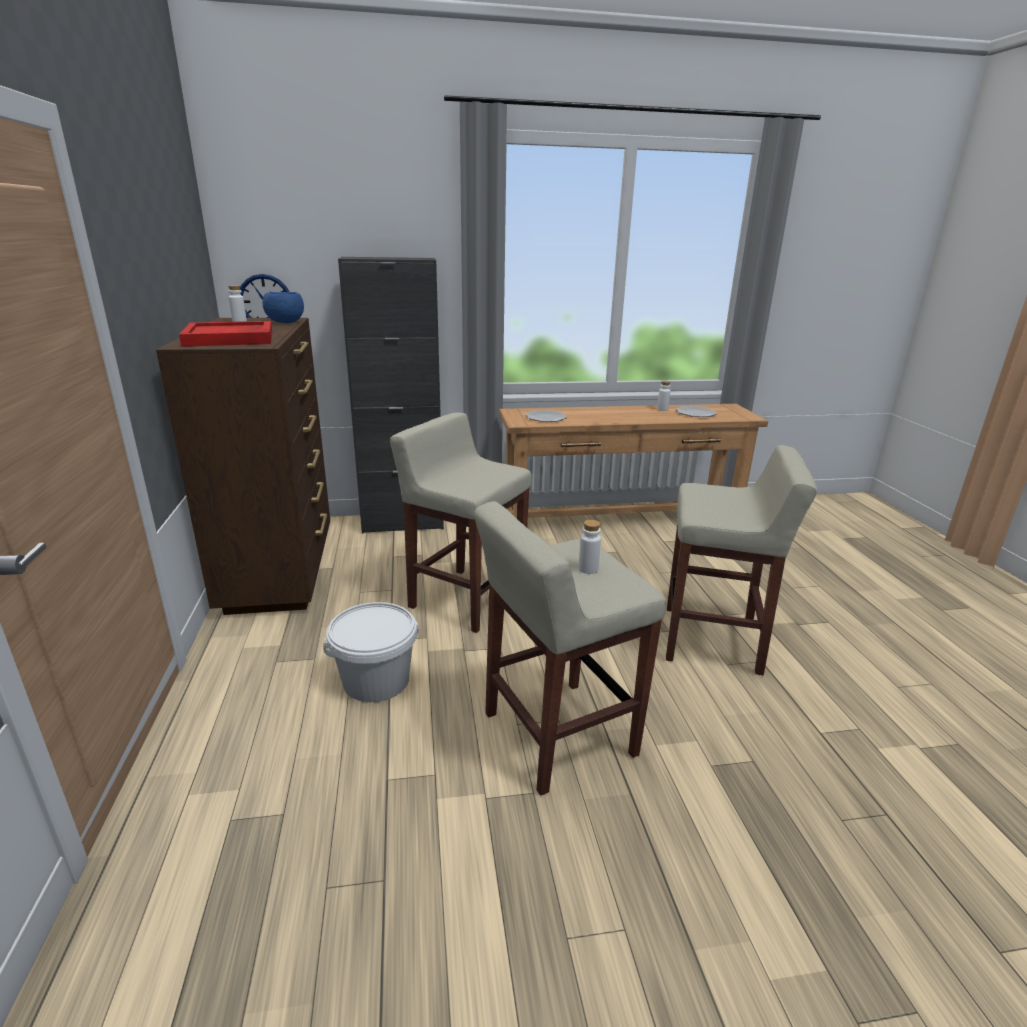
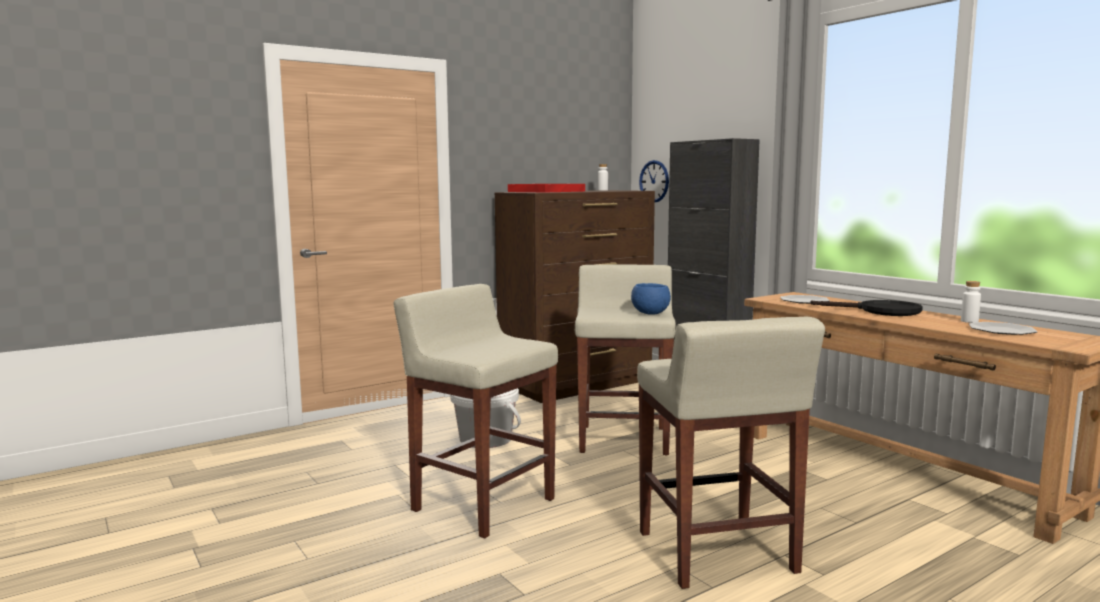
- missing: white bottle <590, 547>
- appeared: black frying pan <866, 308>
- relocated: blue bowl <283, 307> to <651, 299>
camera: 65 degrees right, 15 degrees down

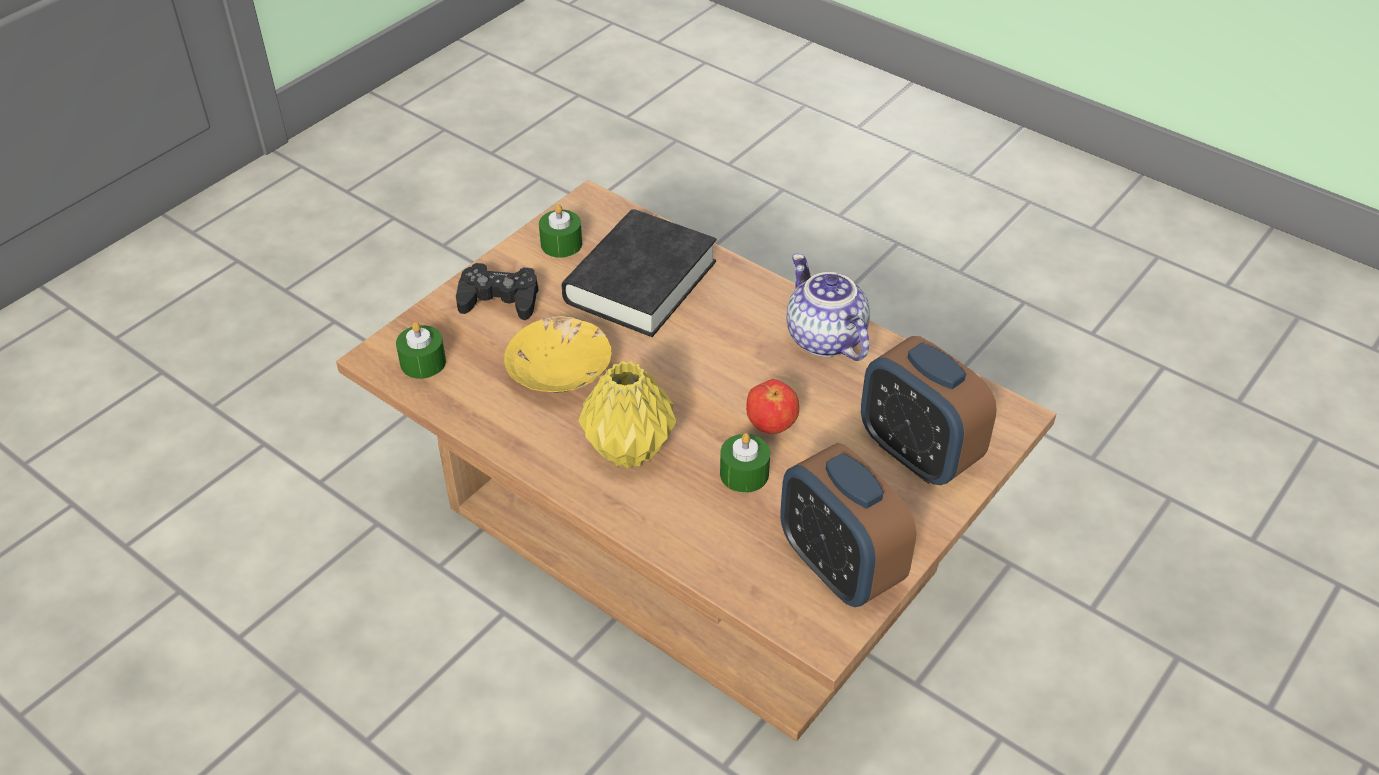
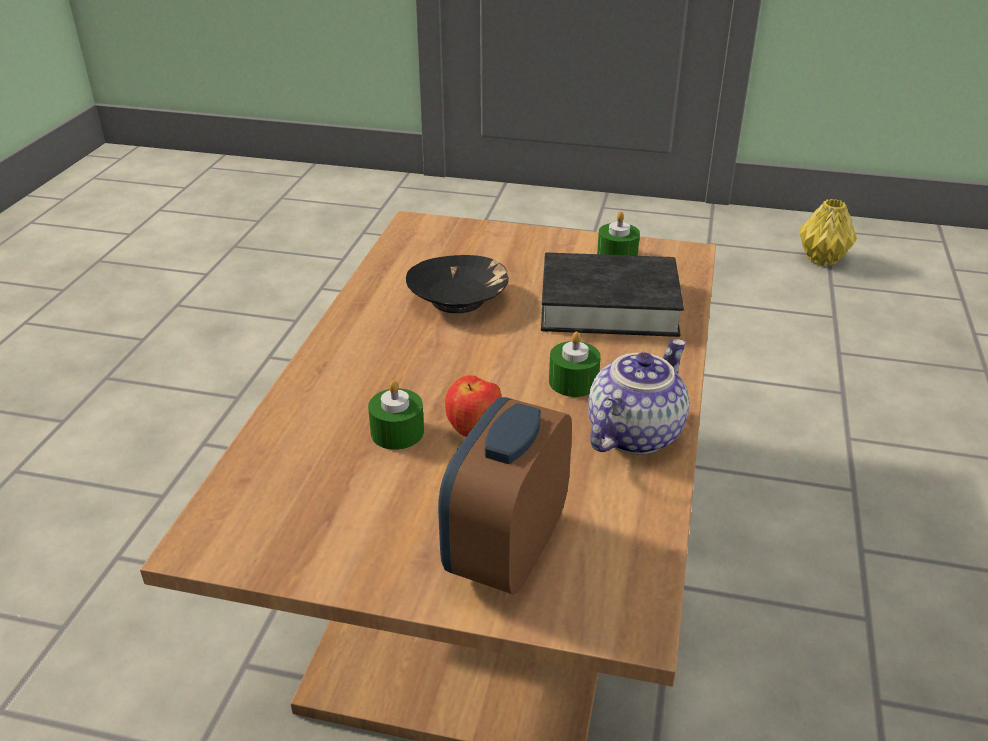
- missing: black game controller <497, 291>
- missing: alarm clock <848, 525>
- relocated: green candle <421, 350> to <575, 364>
- relocated: yellow vase <627, 415> to <828, 232>
- colour: yellow bowl <558, 354> to black bowl <457, 284>
camera: 65 degrees right, 10 degrees down

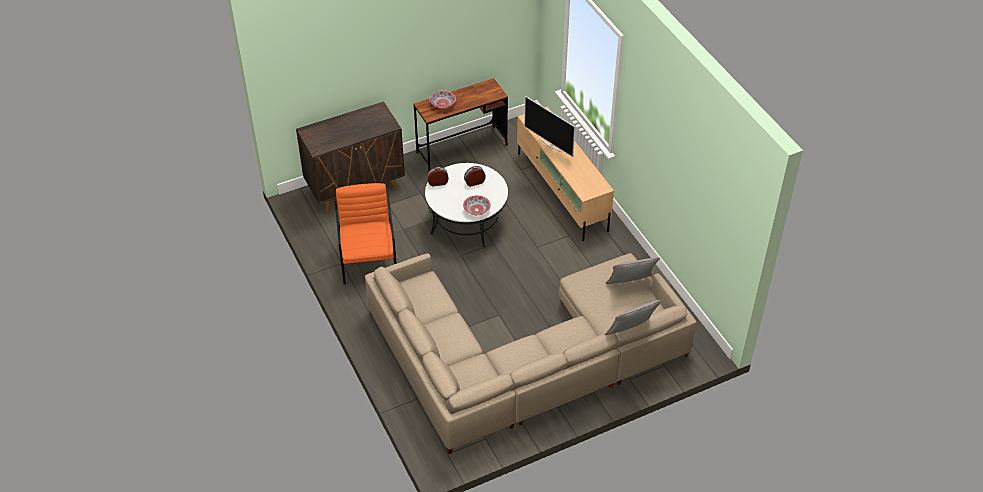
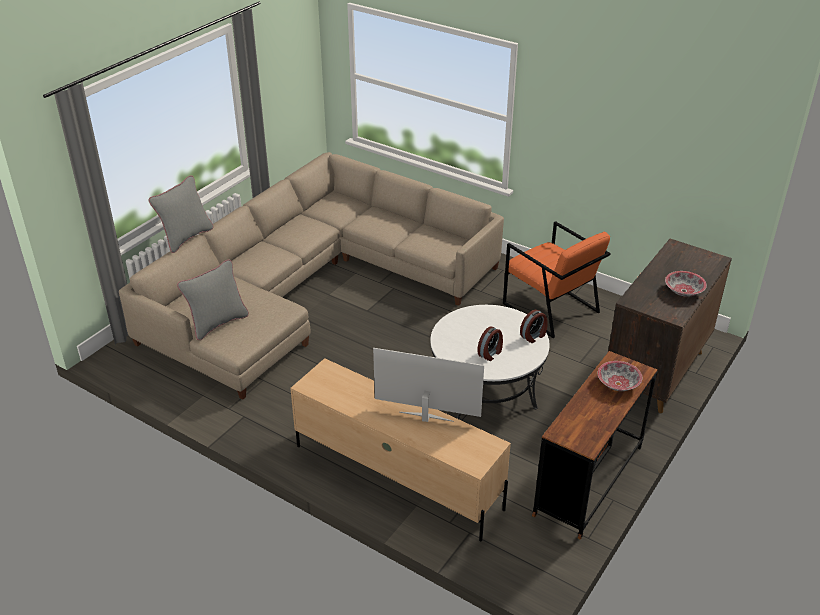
- relocated: bowl <477, 205> to <686, 284>
camera: 150 degrees right, 10 degrees down

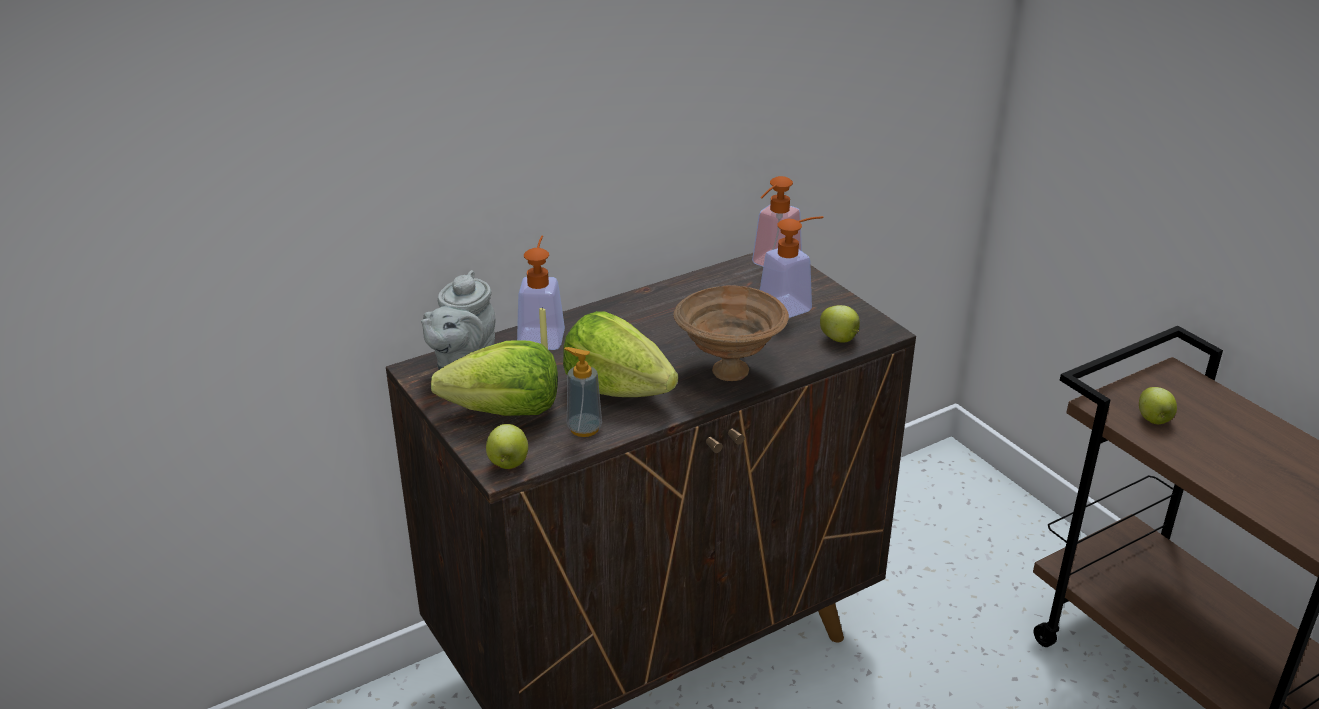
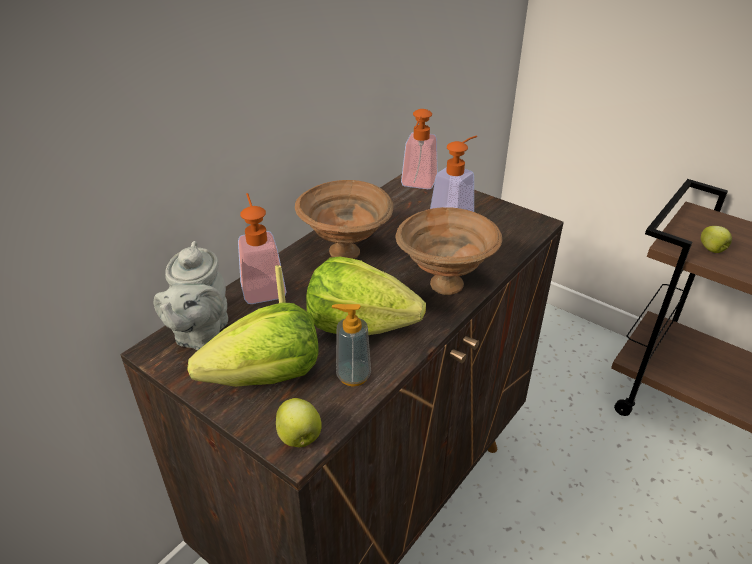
- missing: apple <840, 324>
- appeared: brown bowl <344, 219>
camera: 20 degrees left, 5 degrees up

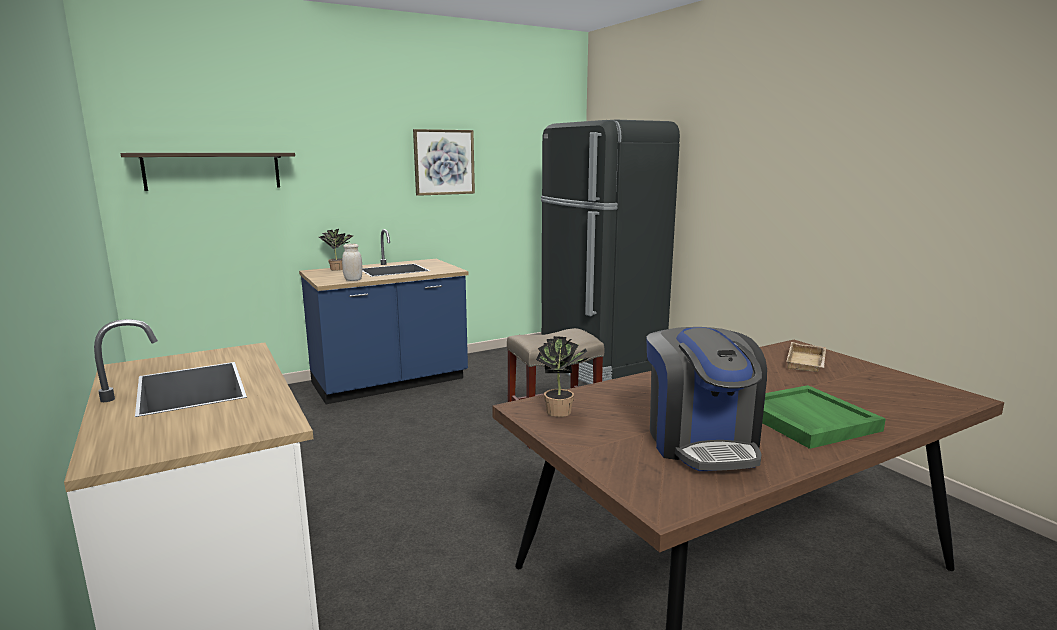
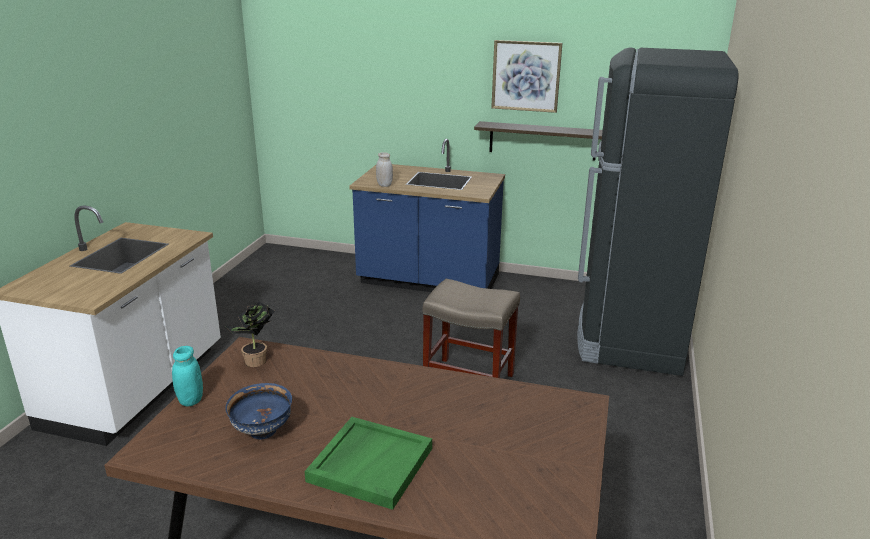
- missing: potted plant <336, 250>
- missing: beige tray <806, 357>
- appeared: turquoise jar <187, 376>
- relocated: shelf <208, 172> to <538, 141>
- exchanged: coffee machine <706, 399> to blue bowl <258, 411>
camera: 45 degrees right, 10 degrees up

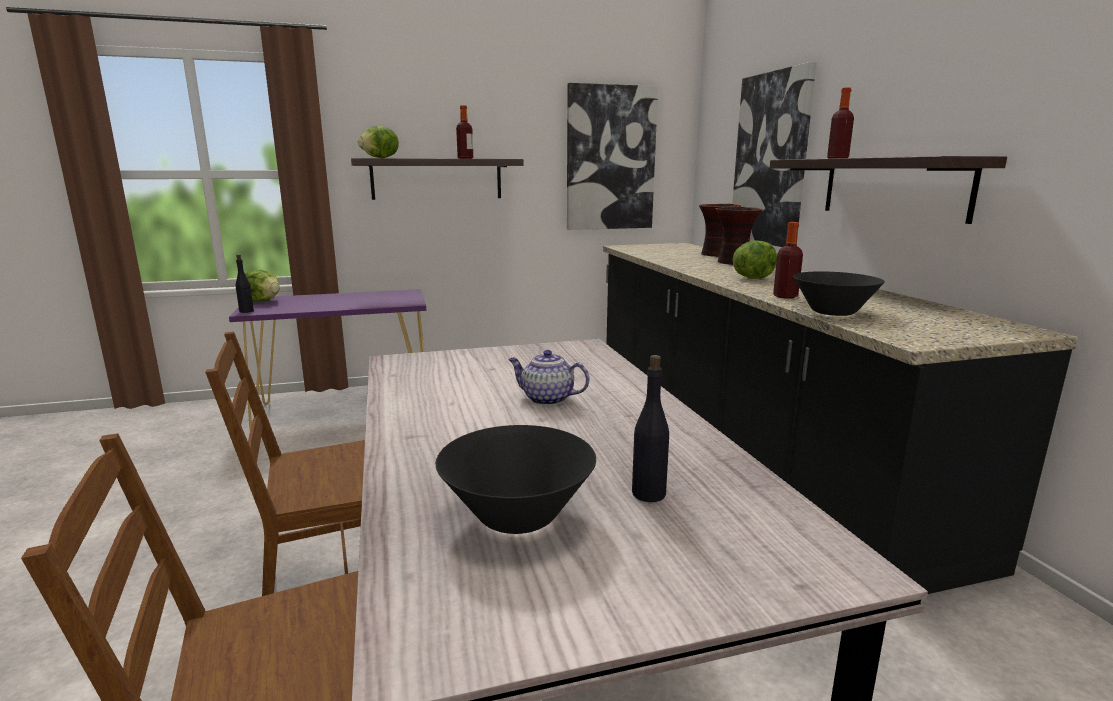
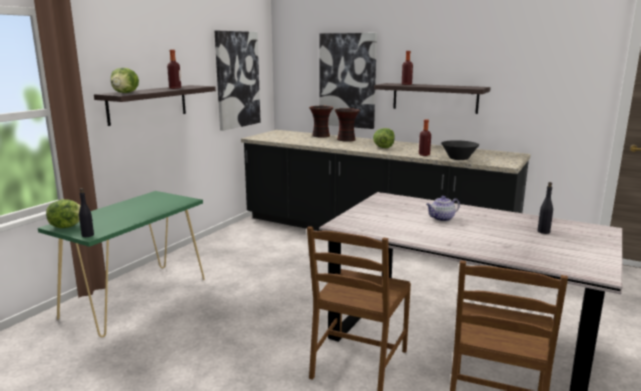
- missing: black bowl <516, 479>
- colour: purple console table <327, 359> to green console table <121, 264>
camera: 45 degrees left, 0 degrees up

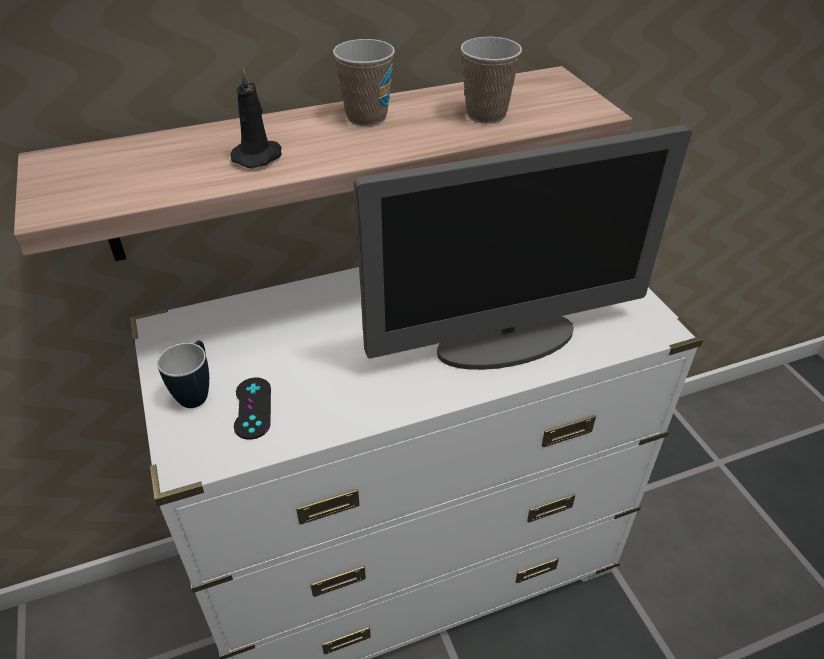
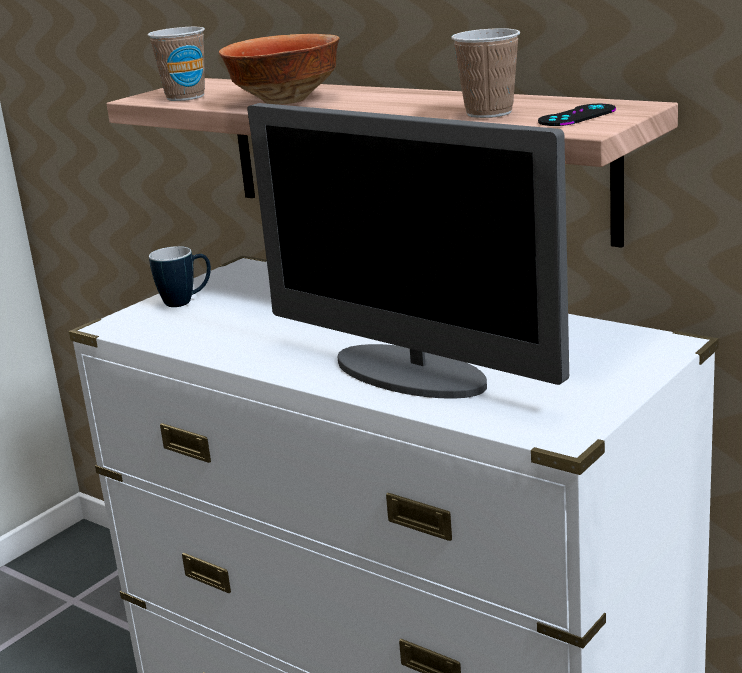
- relocated: black game controller <252, 409> to <577, 115>
- relocated: cup <364, 82> to <176, 64>
- exchanged: black candle <256, 118> to bowl <279, 69>
camera: 60 degrees right, 20 degrees down

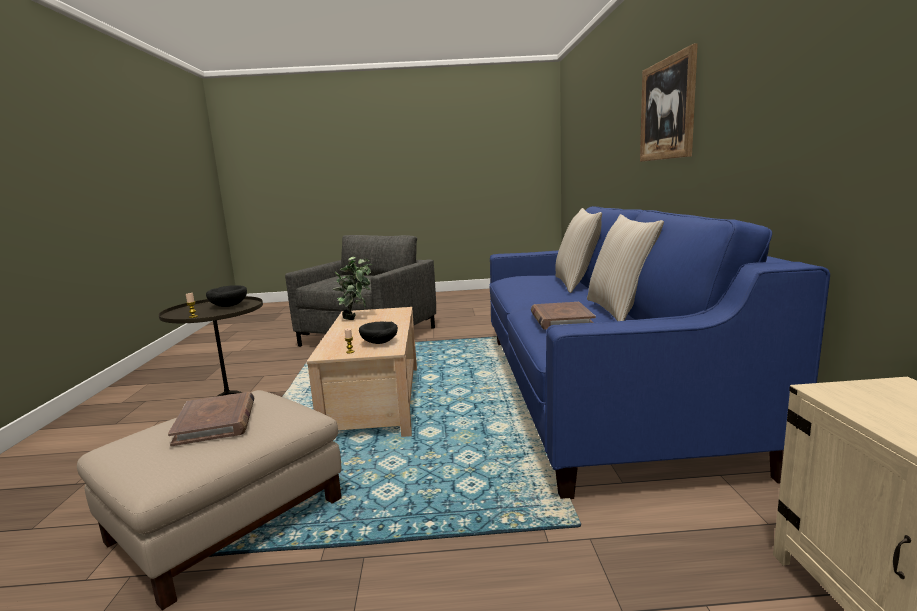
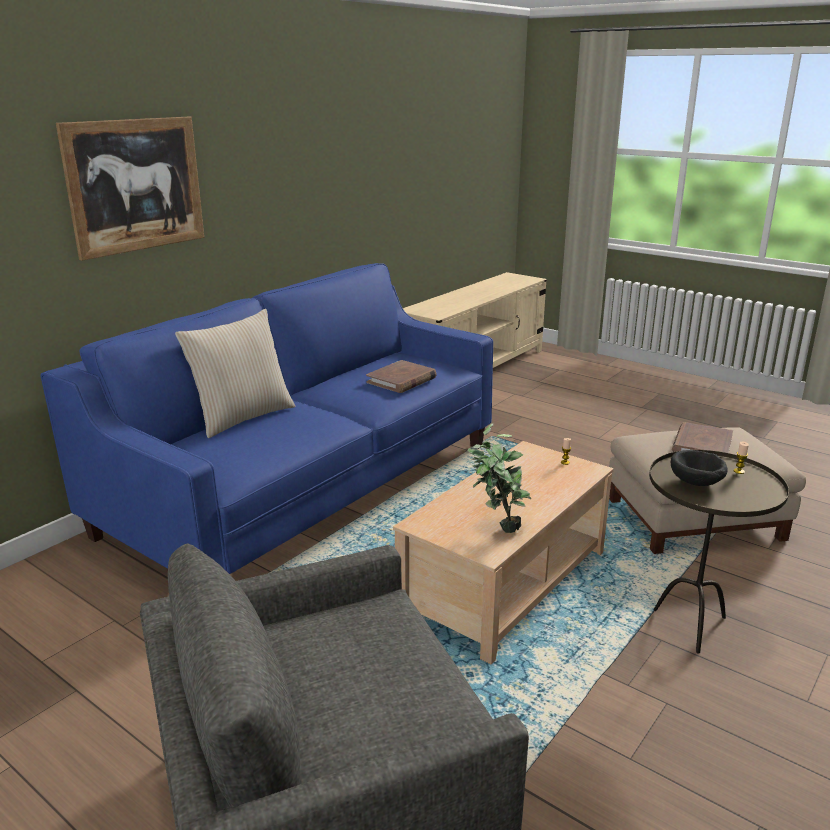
- missing: black bowl <378, 333>
- missing: beige pillow <625, 267>
camera: 140 degrees left, 10 degrees up

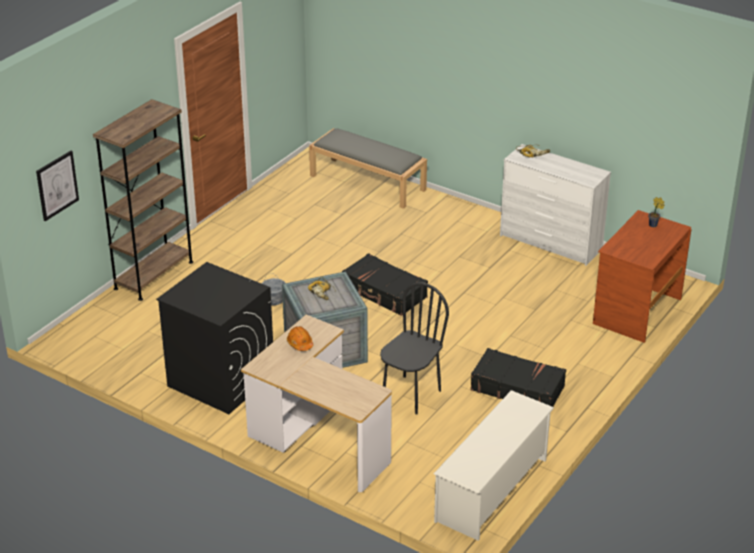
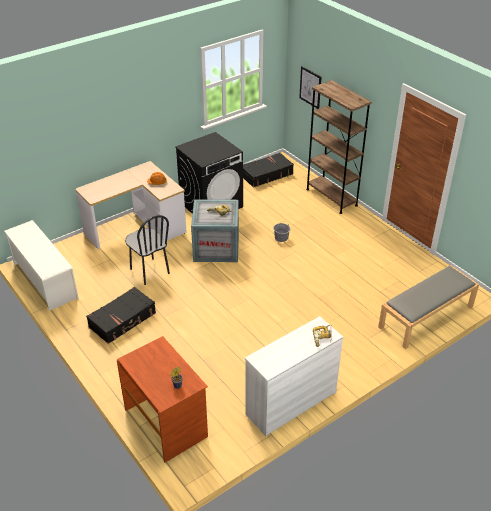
- relocated: black suitcase <385, 284> to <268, 170>
camera: 110 degrees right, 5 degrees up

